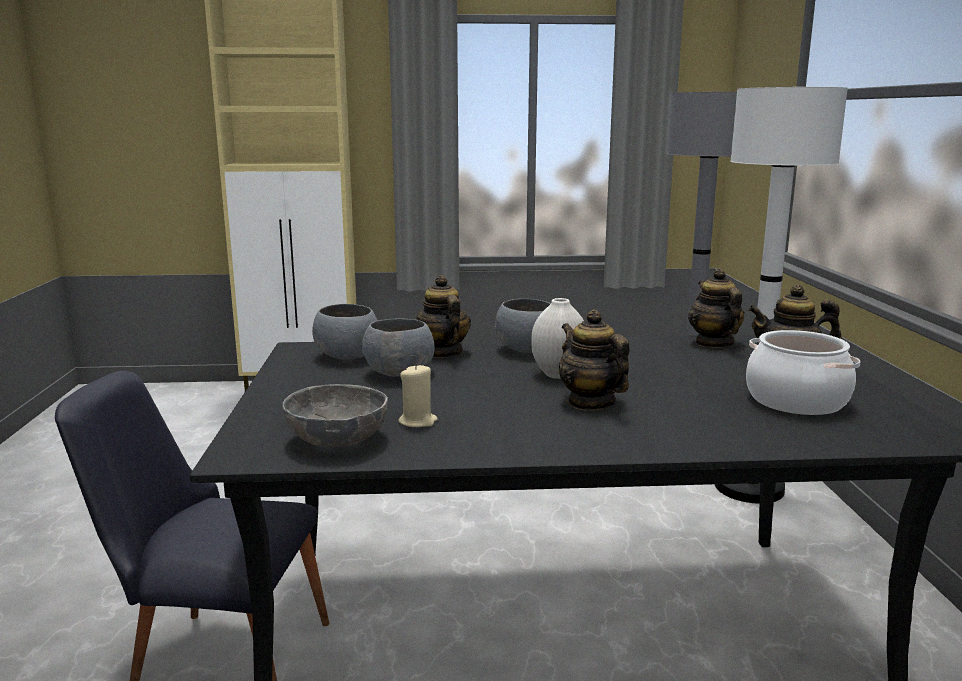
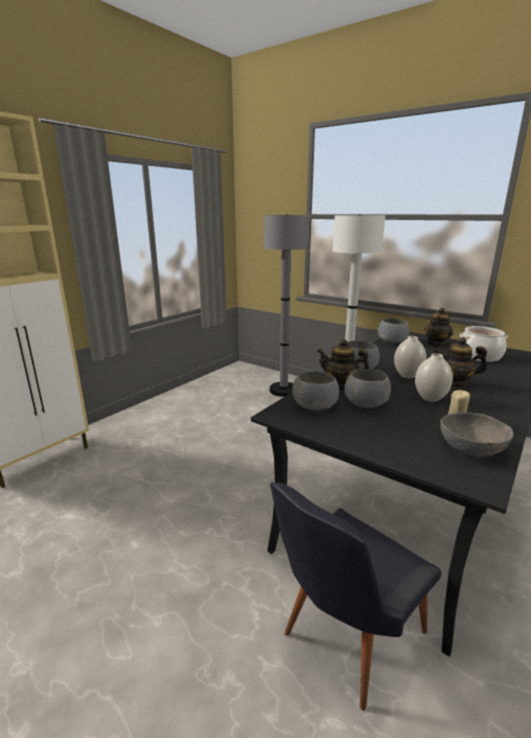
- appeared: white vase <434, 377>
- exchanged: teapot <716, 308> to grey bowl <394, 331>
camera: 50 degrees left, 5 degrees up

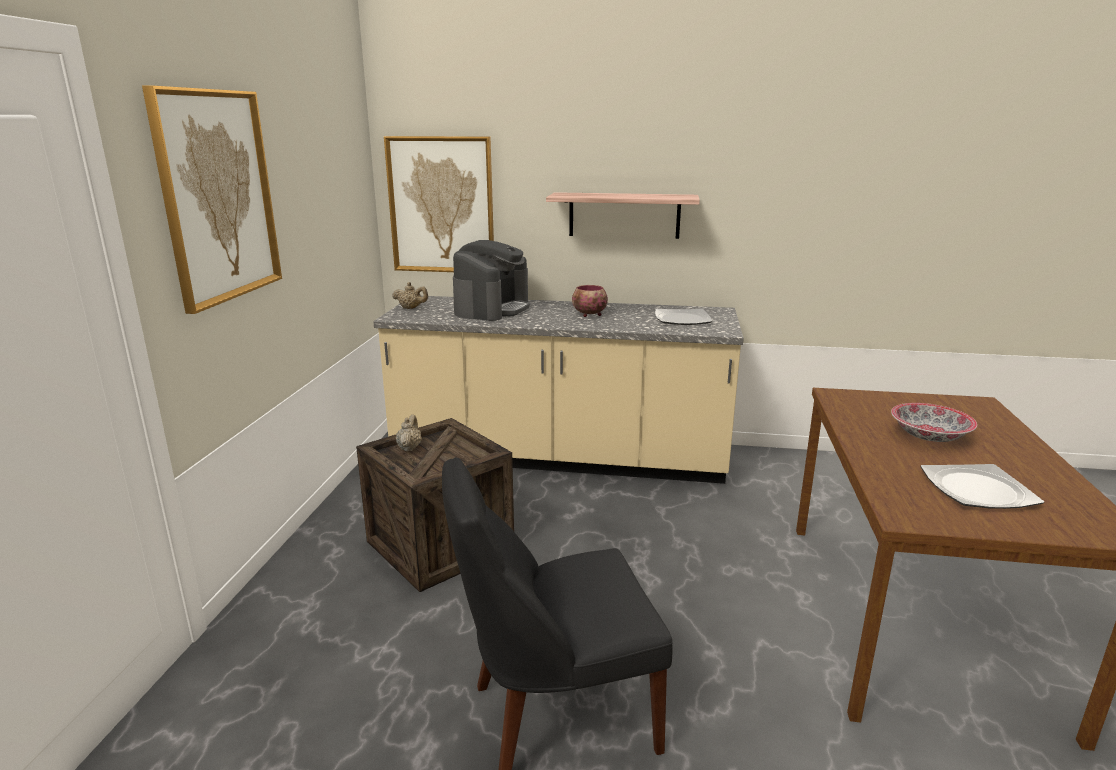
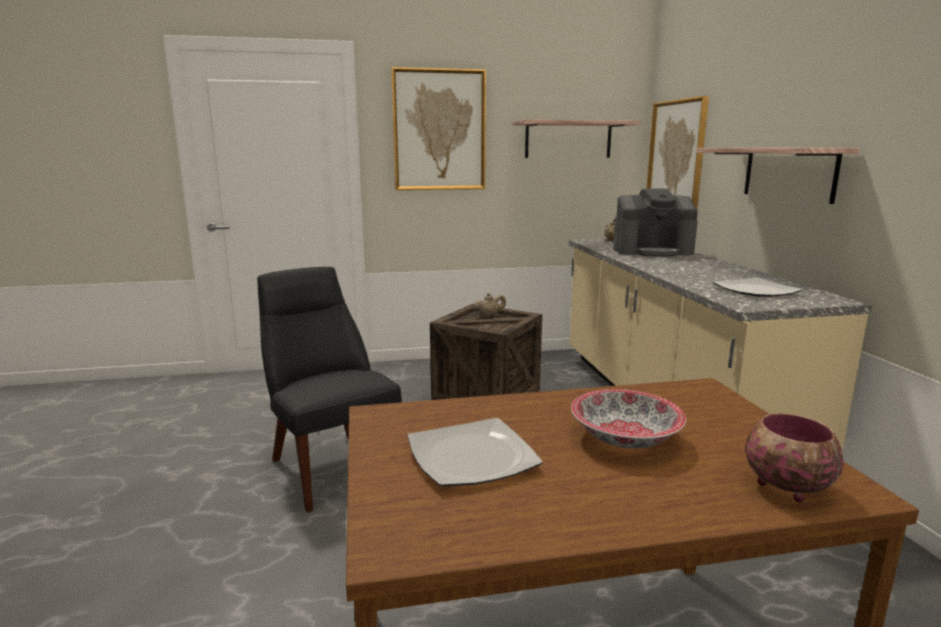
- appeared: shelf <577, 139>
- relocated: bowl <590, 301> to <794, 457>
camera: 70 degrees right, 5 degrees down

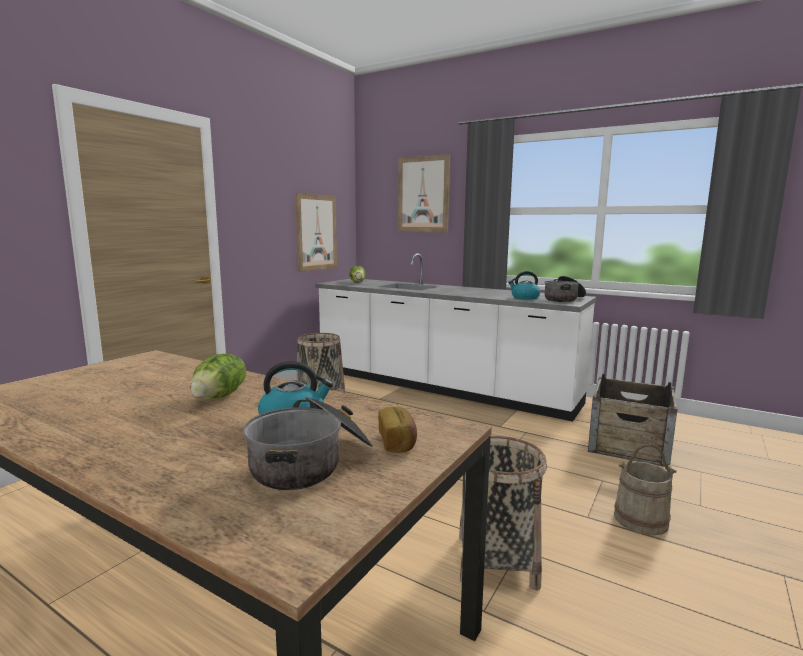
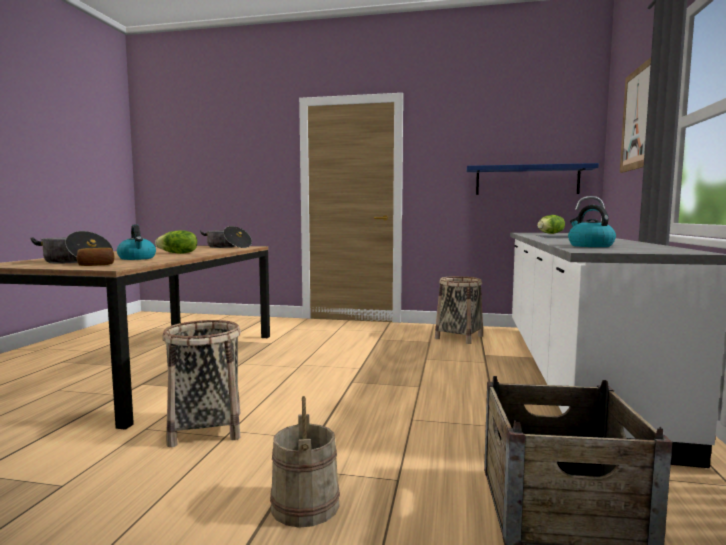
- relocated: cooking pot <565, 289> to <226, 237>
- exchanged: picture <316, 232> to blue shelf <533, 179>
camera: 70 degrees right, 5 degrees down

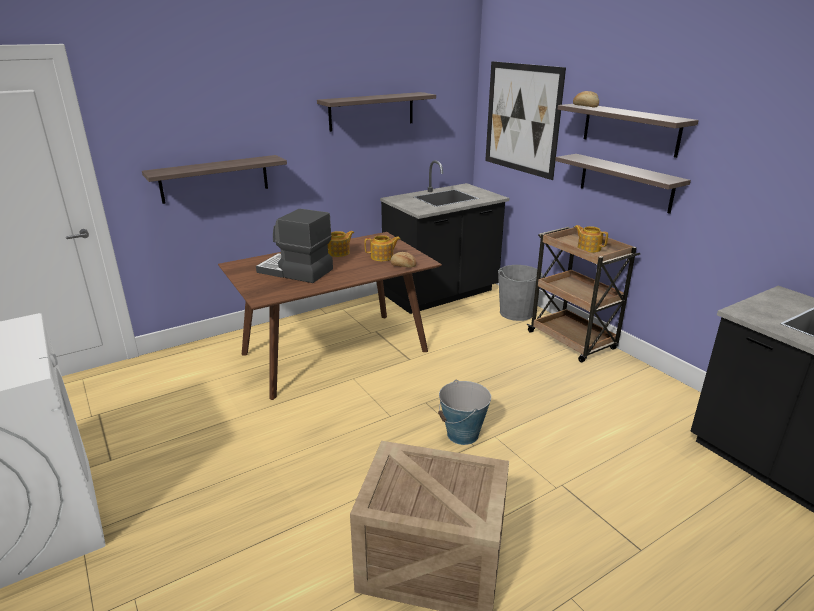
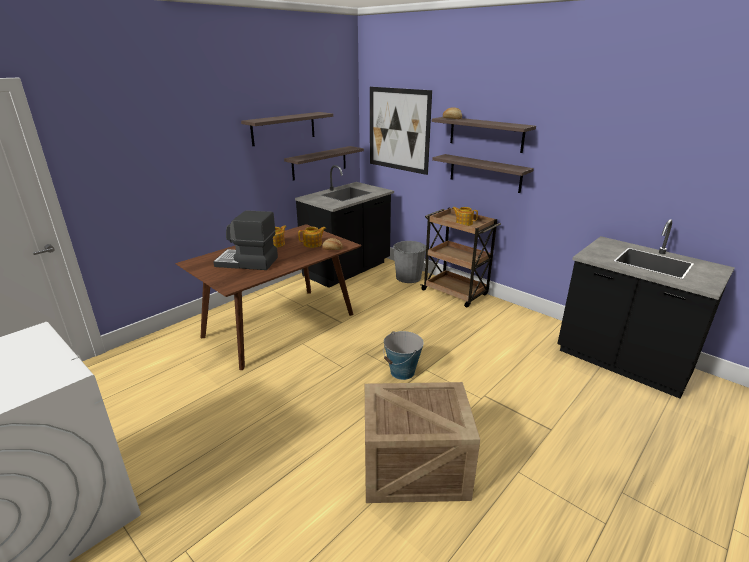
- relocated: shelf <214, 179> to <324, 163>
camera: 15 degrees left, 0 degrees up

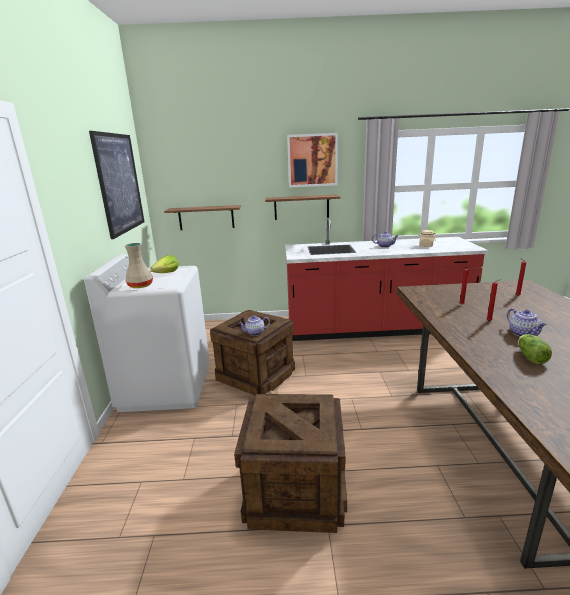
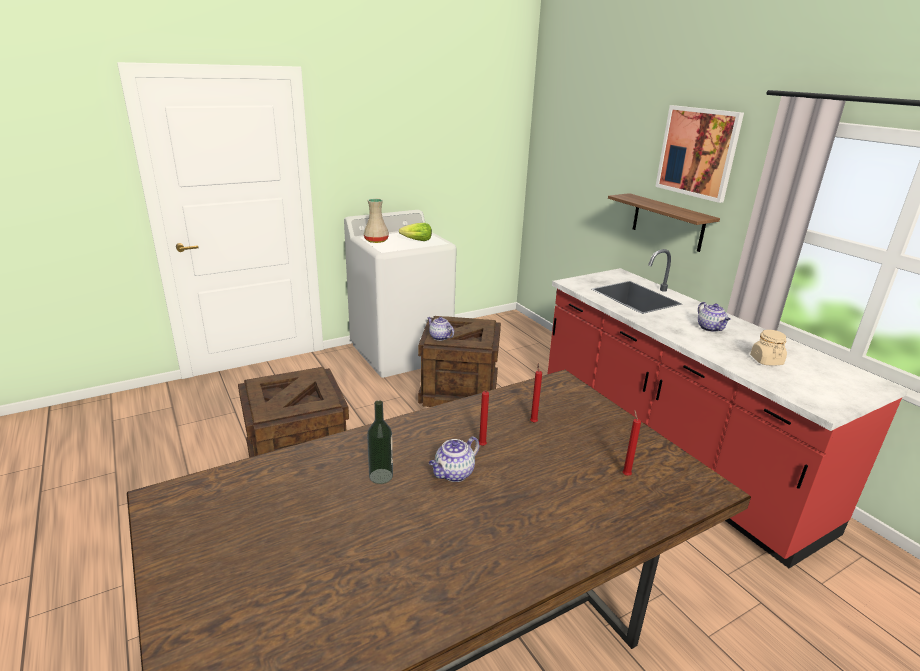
- missing: picture <116, 185>
- missing: shelf <202, 217>
- exchanged: lettuce <535, 349> to bottle <380, 442>
camera: 60 degrees right, 5 degrees up

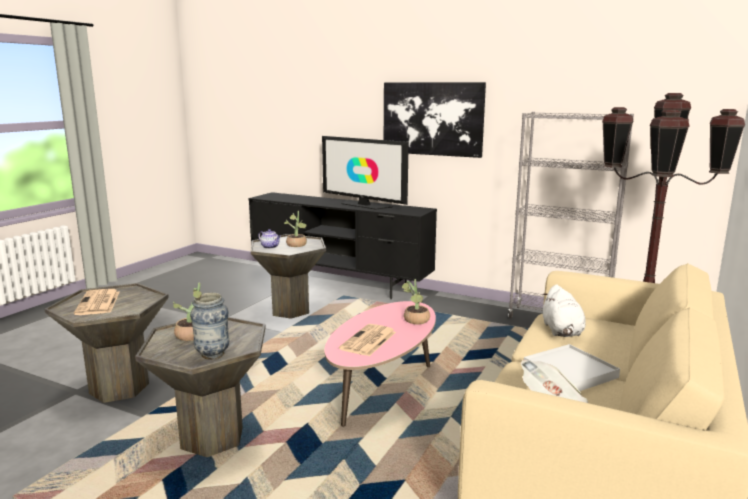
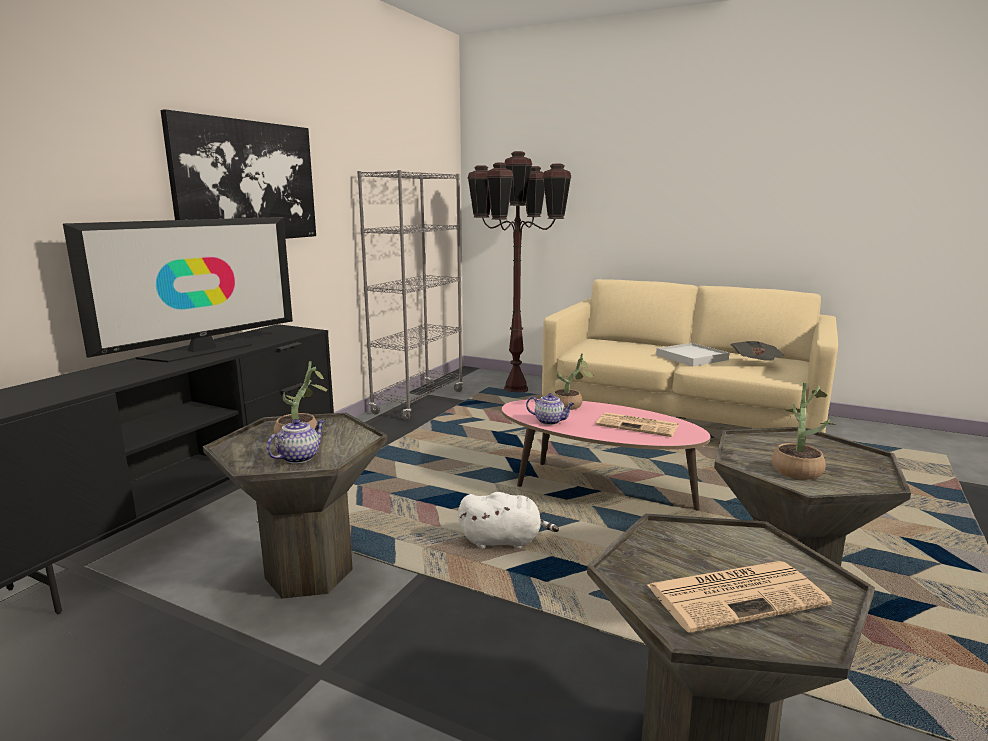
- missing: vase <209, 326>
- appeared: teapot <550, 409>
- relocated: white plush toy <564, 310> to <508, 520>
camera: 90 degrees left, 0 degrees up

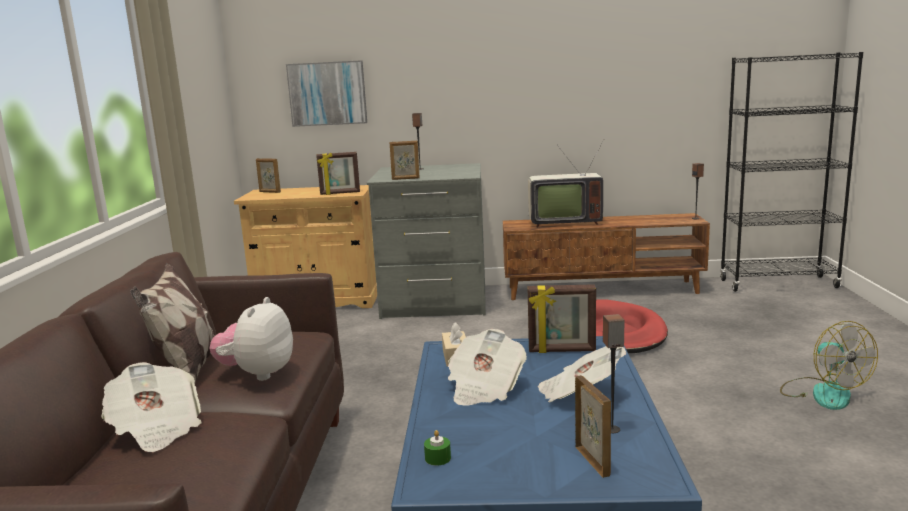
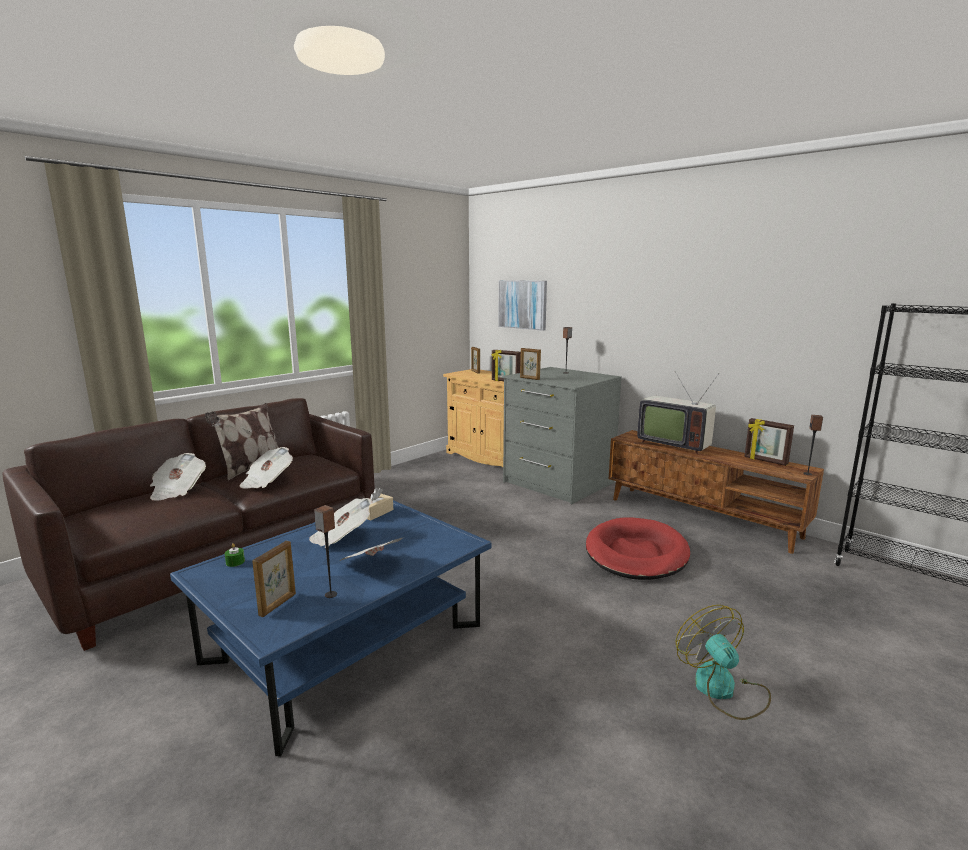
- relocated: picture frame <561, 318> to <769, 442>
- exchanged: plush toy <251, 339> to newspaper <266, 468>
- spun: fan <829, 365> = <723, 662> 135 degrees clockwise
camera: 40 degrees right, 0 degrees up

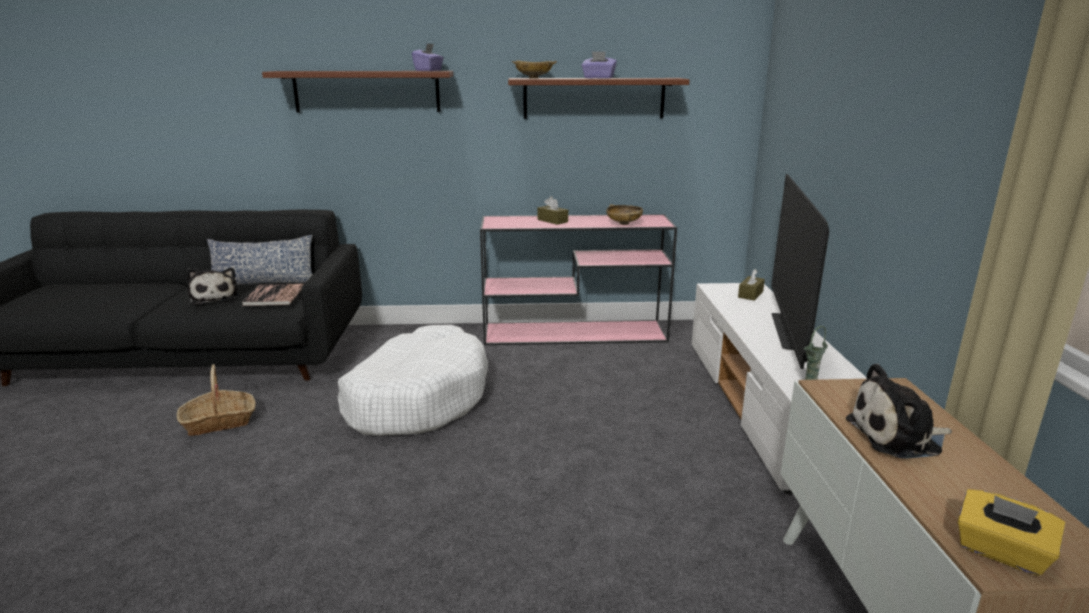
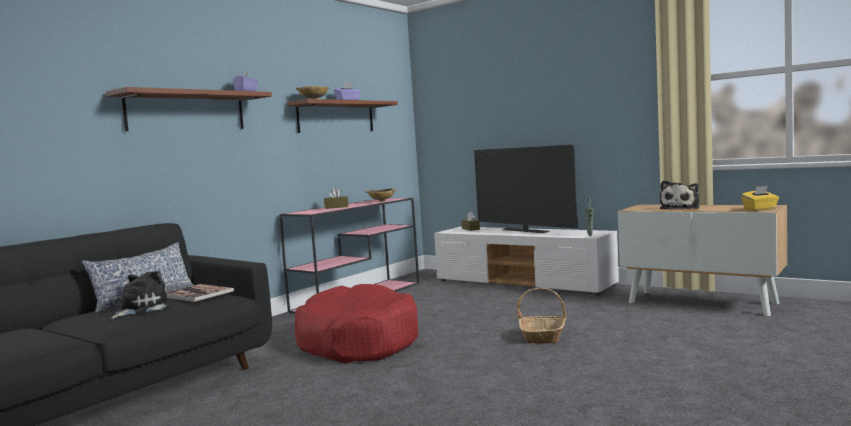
- relocated: basket <216, 400> to <541, 315>
- colour: white dog bed <412, 380> to red dog bed <356, 323>
- spun: plush toy <212, 286> = <141, 295> 75 degrees counterclockwise
camera: 50 degrees left, 15 degrees down

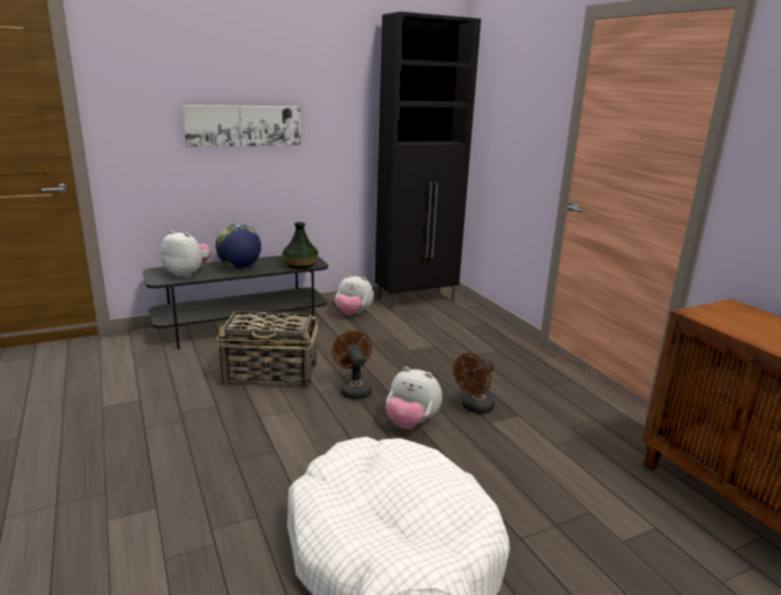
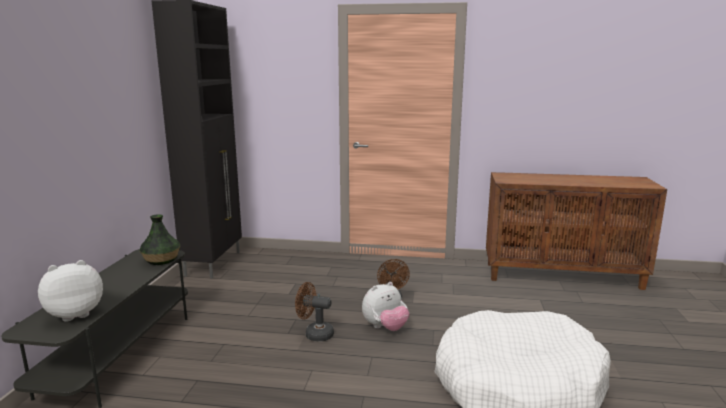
- missing: picture <241, 126>
- missing: globe <238, 246>
- missing: basket <267, 350>
- missing: plush toy <354, 294>
camera: 55 degrees left, 5 degrees down

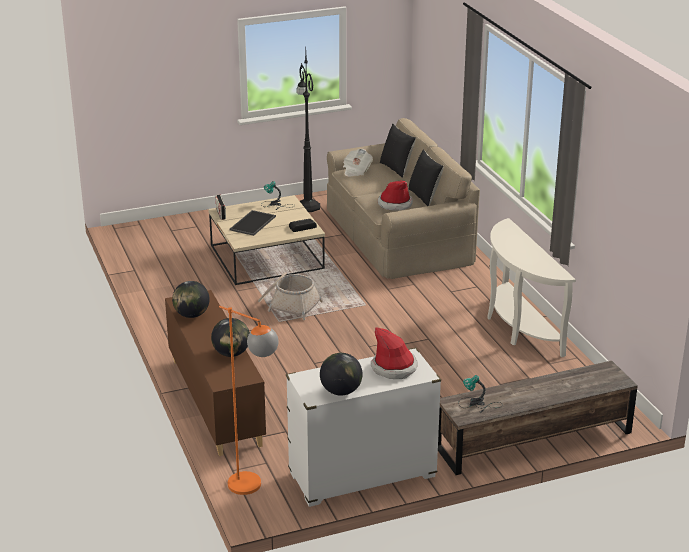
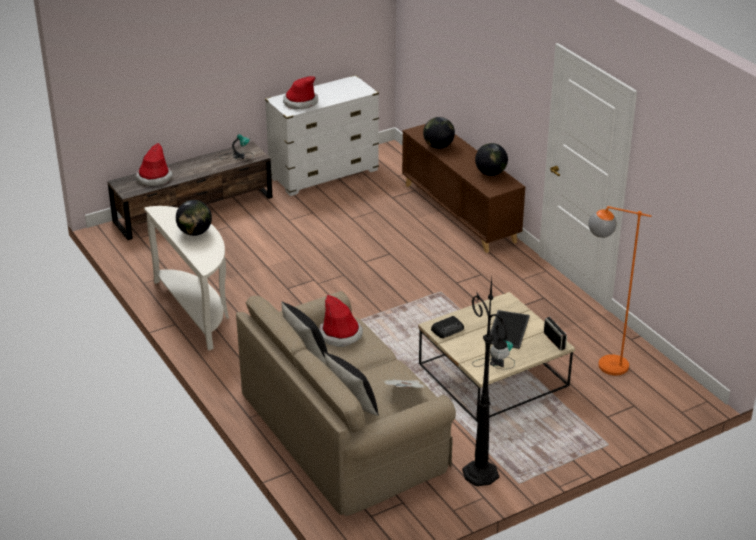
- missing: basket <290, 296>
- appeared: hat <154, 164>
- relocated: orange floor lamp <248, 400> to <620, 290>
- relocated: globe <341, 374> to <194, 218>
camera: 170 degrees right, 5 degrees up

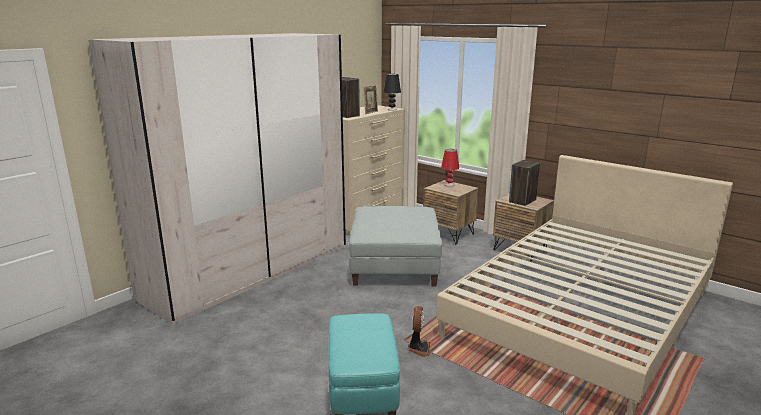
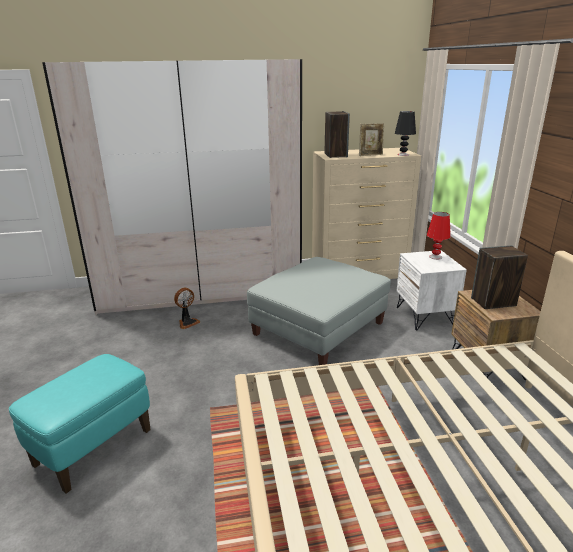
- relocated: fan <419, 331> to <187, 308>
- colour: brown nightstand <451, 212> to white nightstand <432, 290>
camera: 40 degrees right, 5 degrees up

